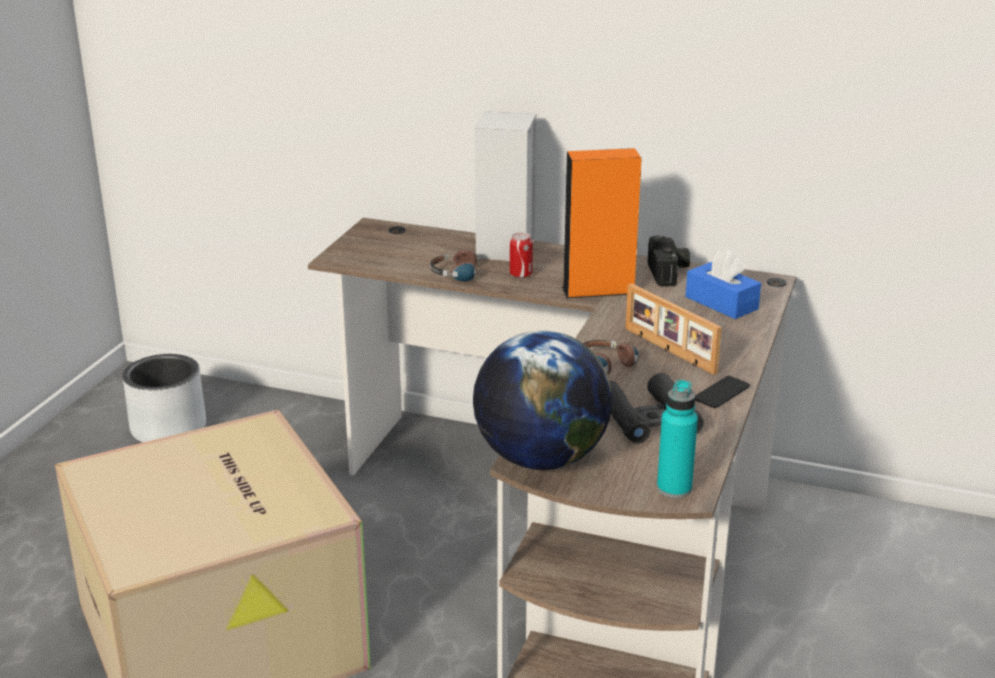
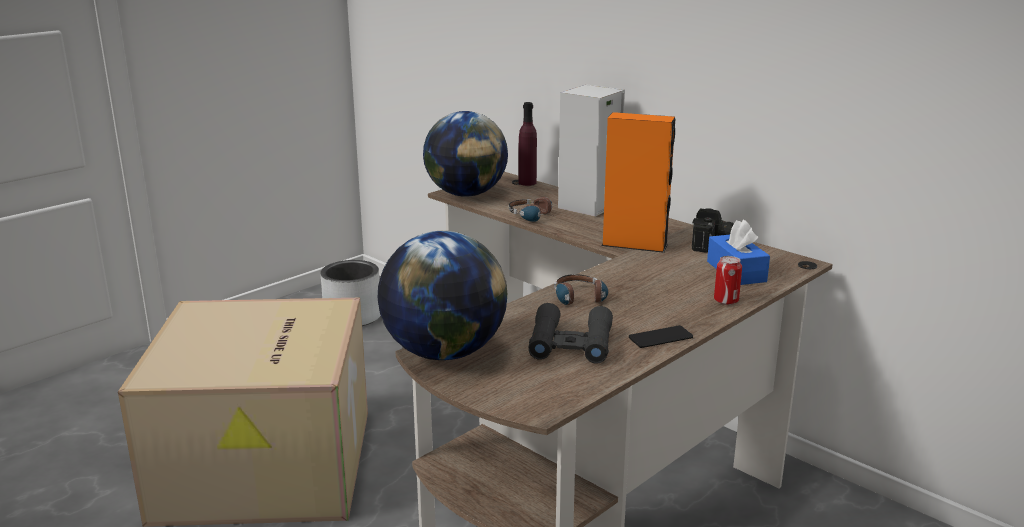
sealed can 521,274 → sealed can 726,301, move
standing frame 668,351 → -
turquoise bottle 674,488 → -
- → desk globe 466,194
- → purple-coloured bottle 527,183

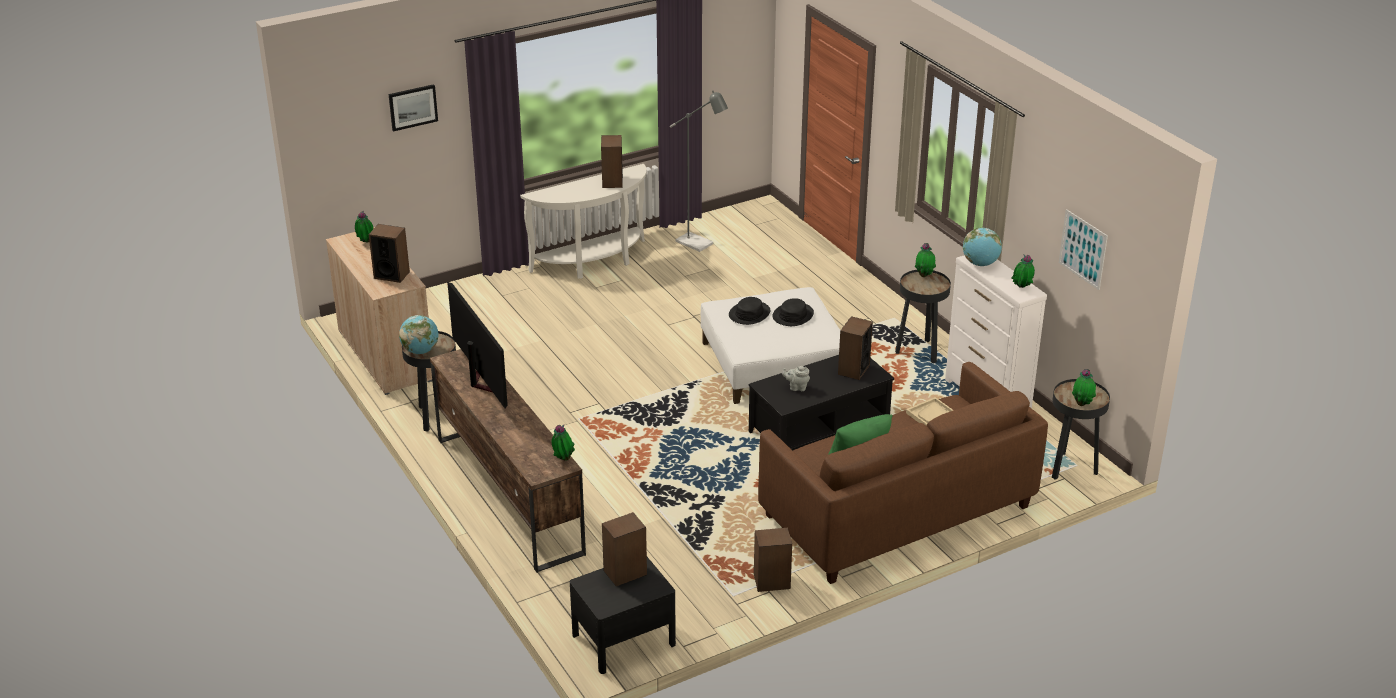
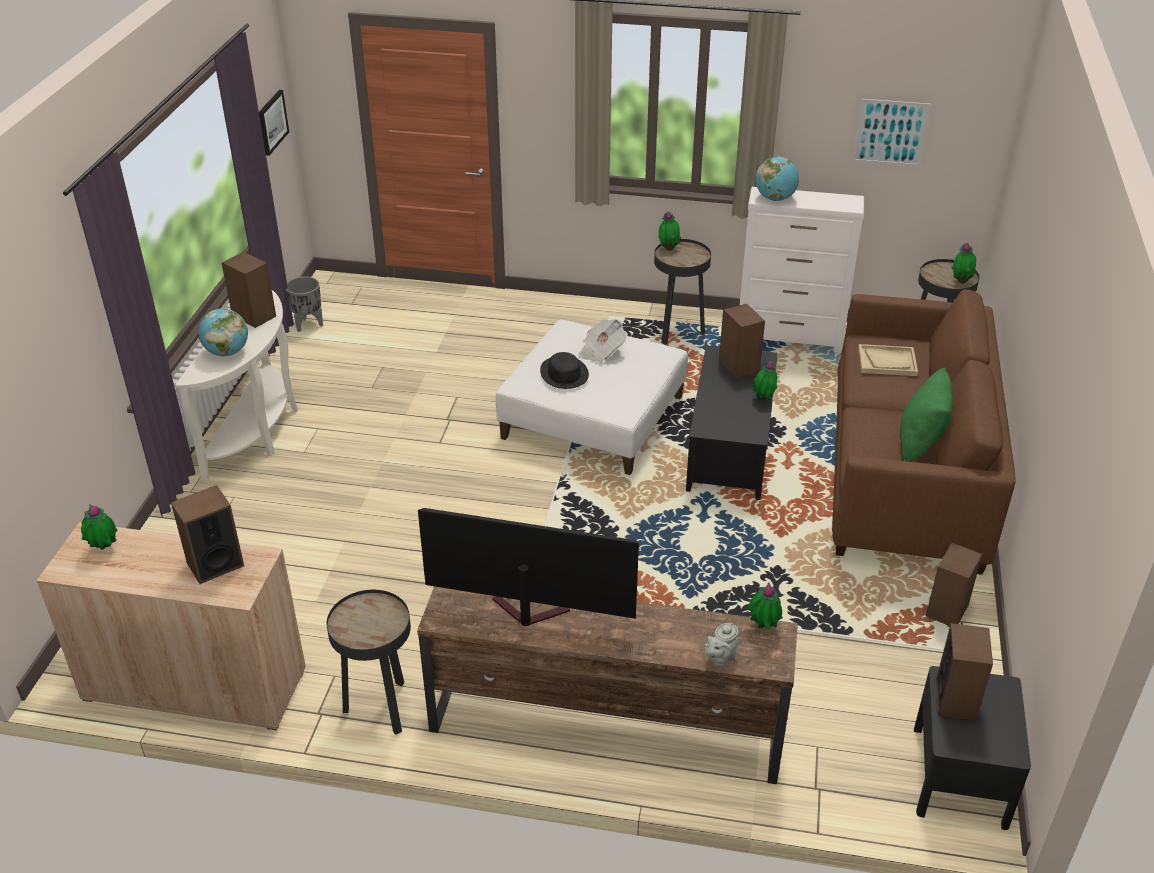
picture 413,107 → picture 272,122, move
desk globe 420,351 → desk globe 227,352, move
greyish standing lamp 699,245 → -
blackish wearable hat 792,315 → daily paper 601,351
greyish pot for tea 796,387 → greyish pot for tea 719,658, move
houseplant 1021,288 → houseplant 763,400, move
- → greyish plant pot 308,325

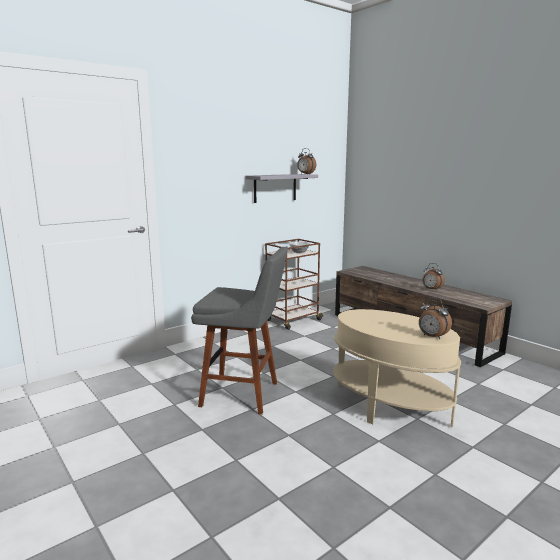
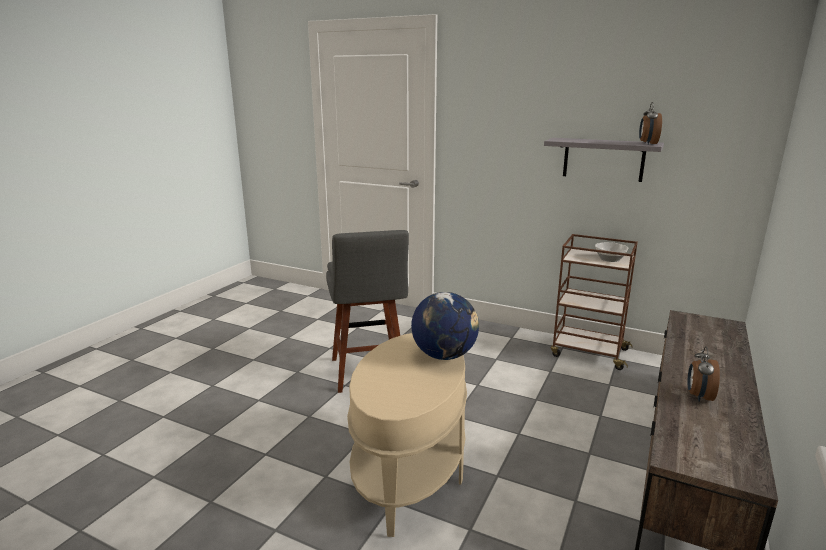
alarm clock 432,337 → -
- → desk globe 444,355

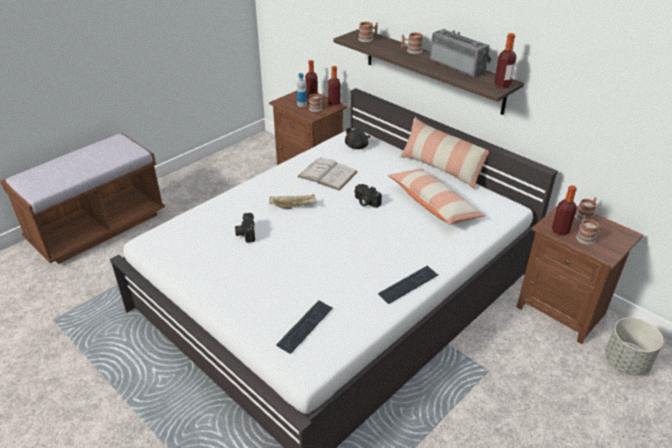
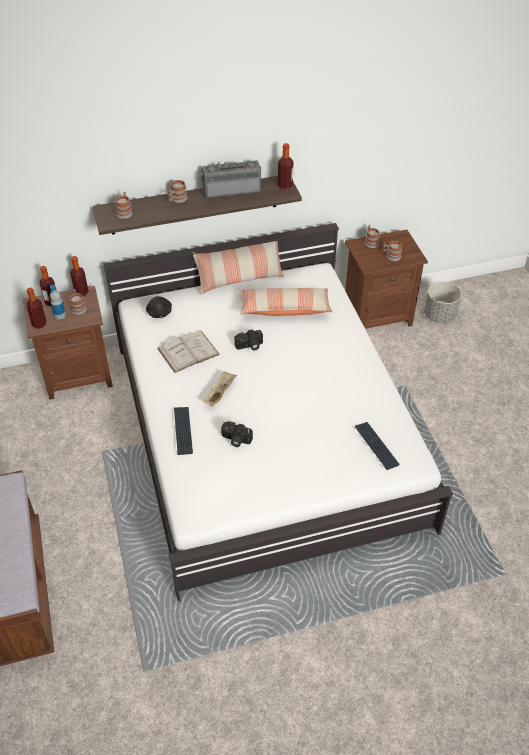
PC keyboard 408,285 → PC keyboard 183,431, move
bottle 560,231 → bottle 39,324, move

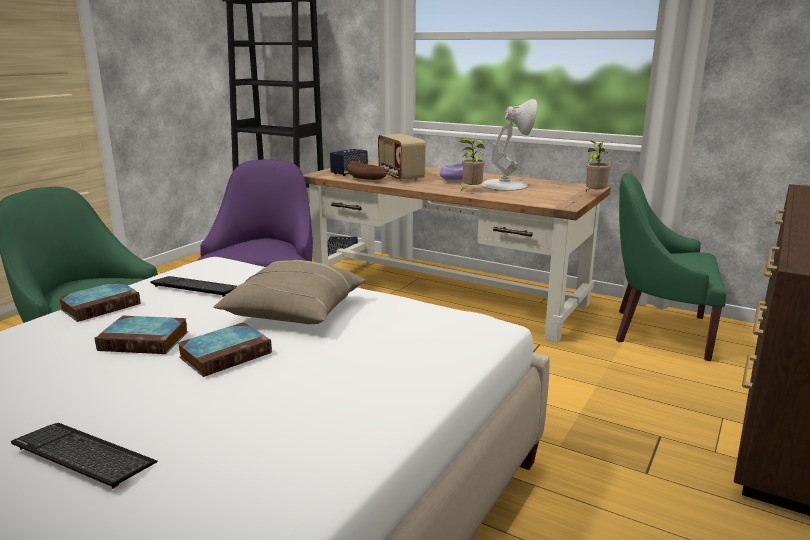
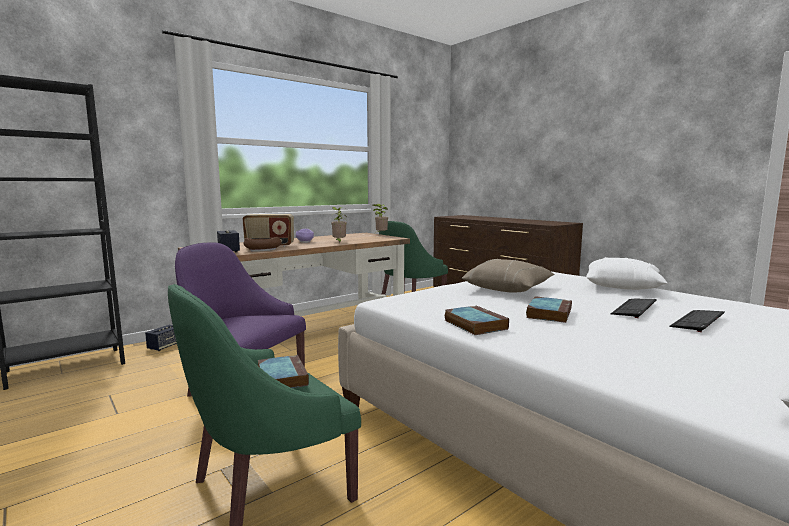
PC keyboard 196,287 → PC keyboard 634,308, move
bound book 226,354 → bound book 281,377, move
whitish table lamp 505,185 → -
- → whitish throw pillow 623,286

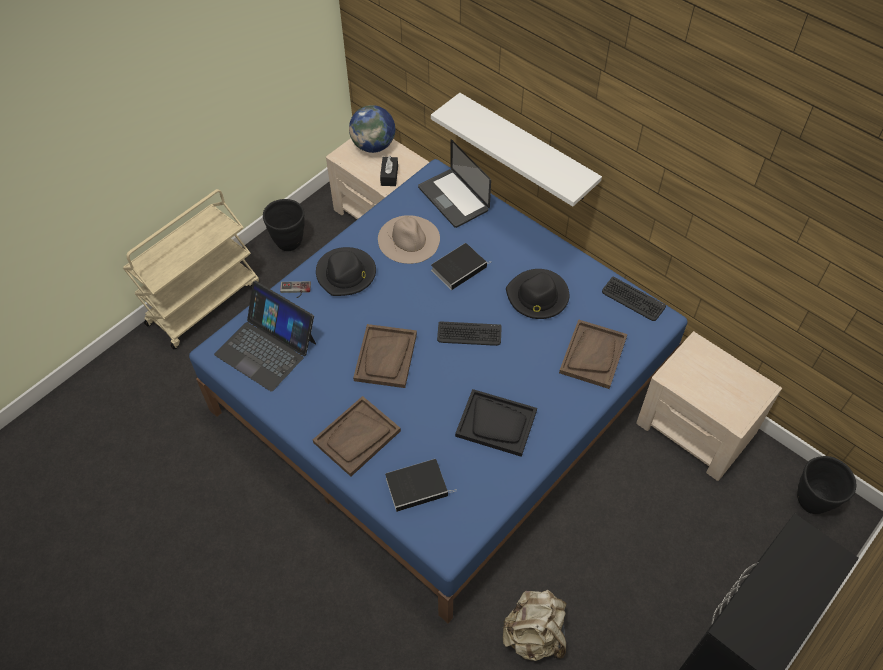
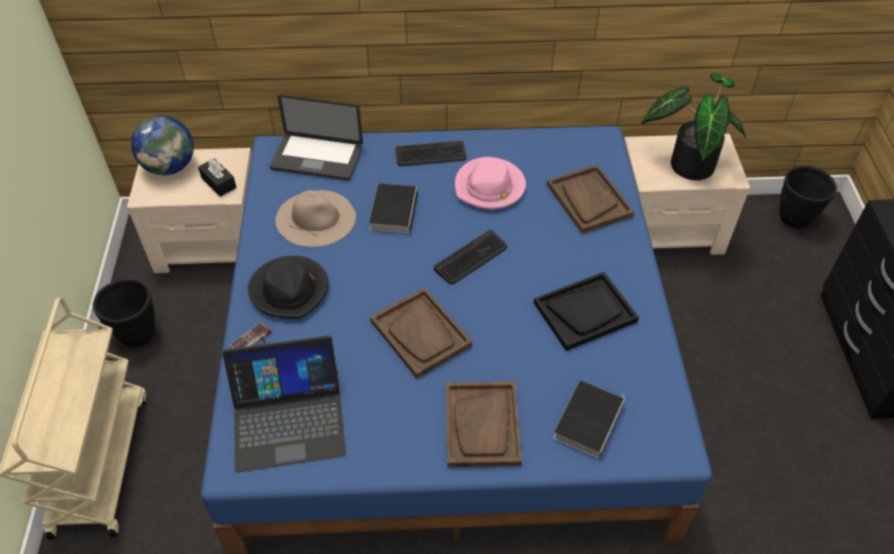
whitish wall shelf 526,148 → -
beige-coloured knapsack 535,634 → -
blackish wearable hat 537,296 → pink wearable hat 490,187
PC keyboard 633,299 → PC keyboard 430,155, move
- → houseplant 687,163

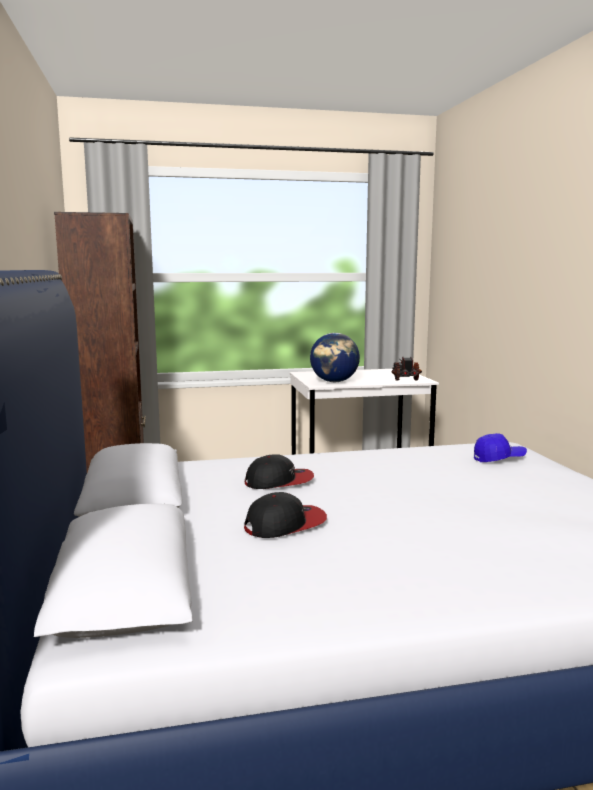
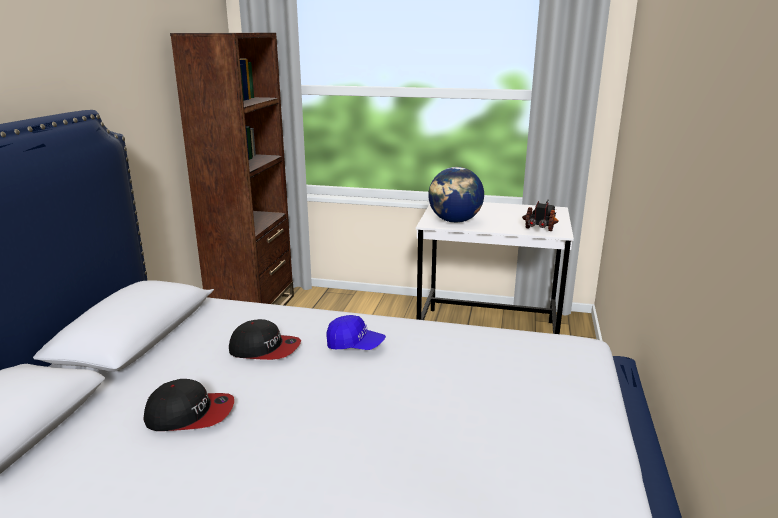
blue peaked cap 498,459 → blue peaked cap 355,345, move

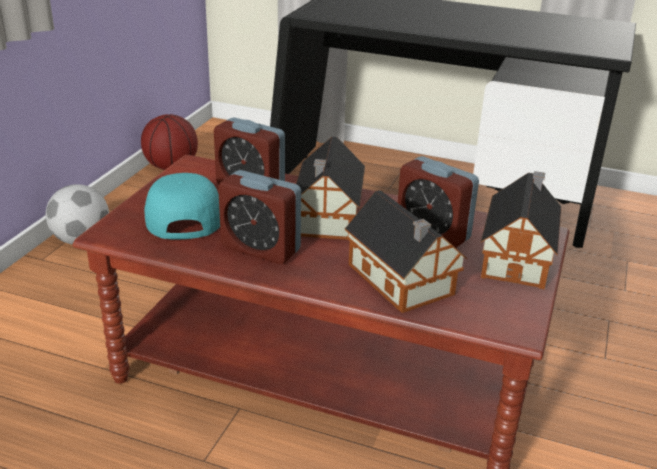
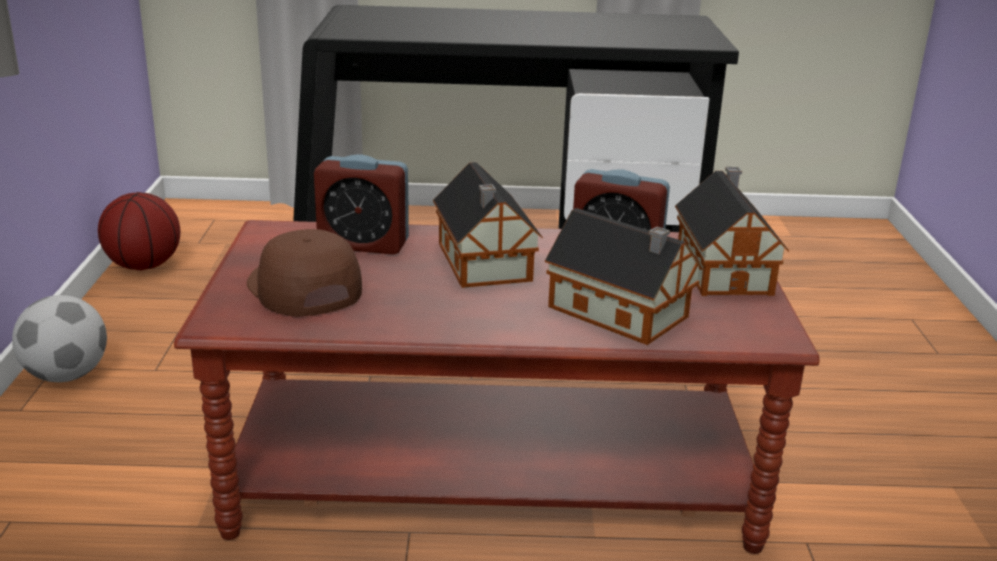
turquoise peaked cap 182,216 → brown peaked cap 302,288
alarm clock 260,249 → -

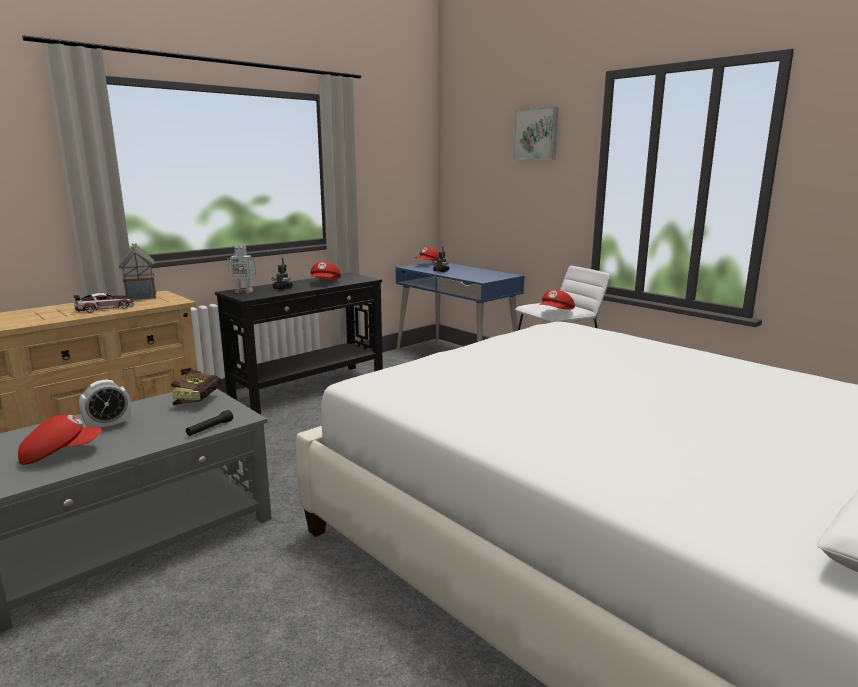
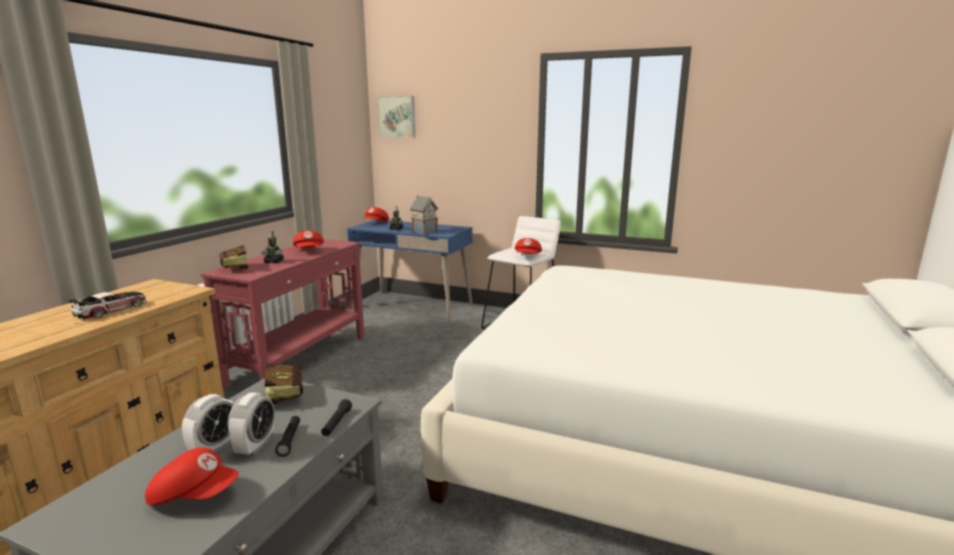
red peaked cap 60,454 → red peaked cap 194,495, 60 degrees clockwise
miniature house 141,297 → miniature house 424,232, move
blackish hall table 310,389 → red hall table 301,359
toy robot 243,291 → bound book 235,270
picture 536,134 → picture 397,117, move
- → alarm clock 255,446
- → blackish flashlight 289,440

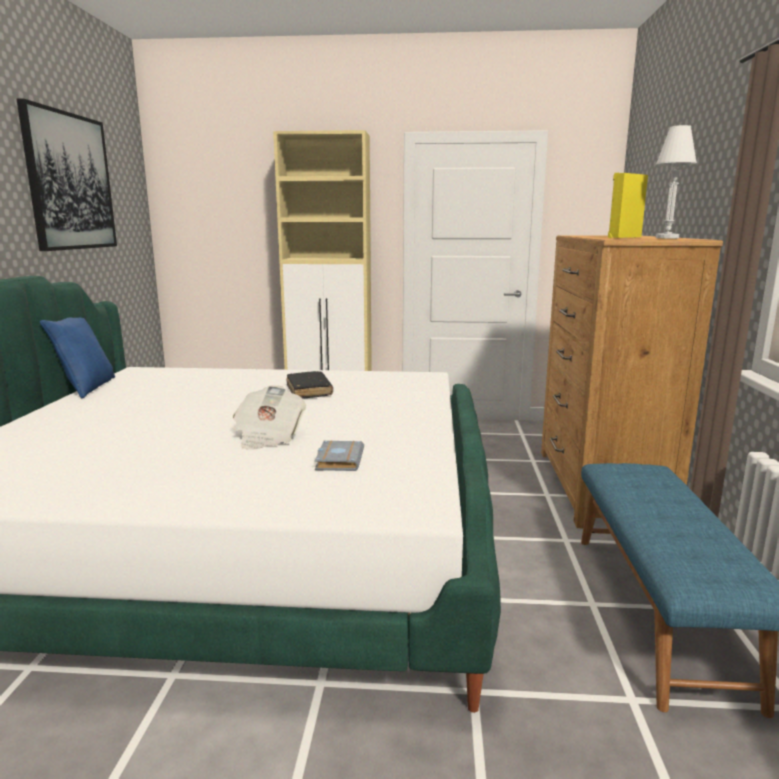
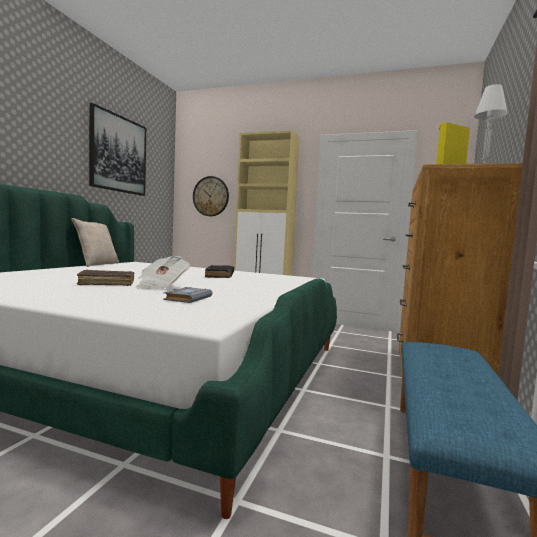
blue throw pillow 86,387 → beige-coloured throw pillow 97,264
- → brown bound book 107,283
- → wall clock 211,196

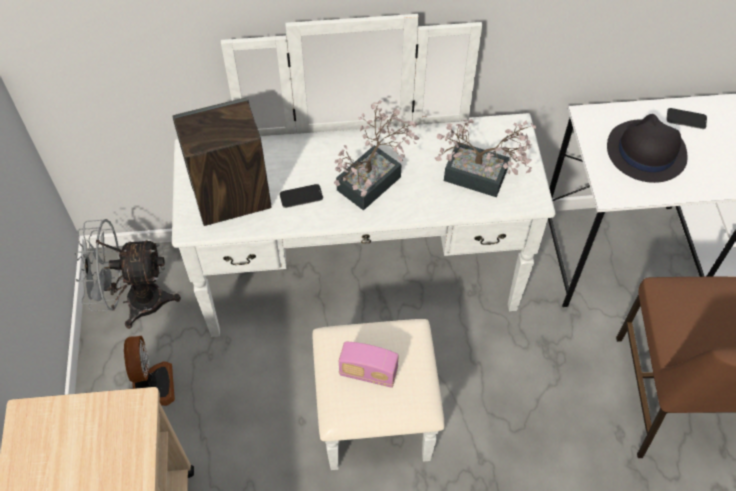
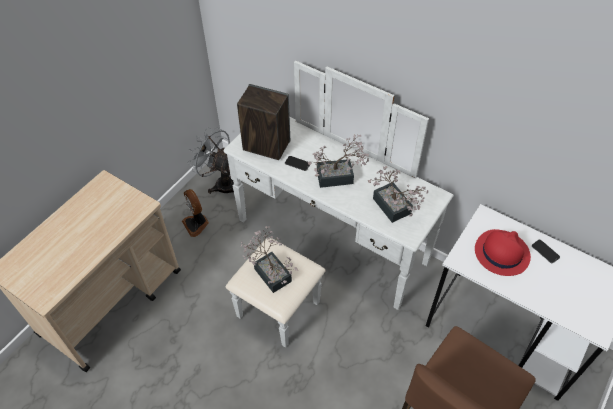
cooling fan 153,385 → cooling fan 196,224, 120 degrees clockwise
radio set 368,373 → houseplant 270,271
blackish wearable hat 645,152 → red wearable hat 501,253

